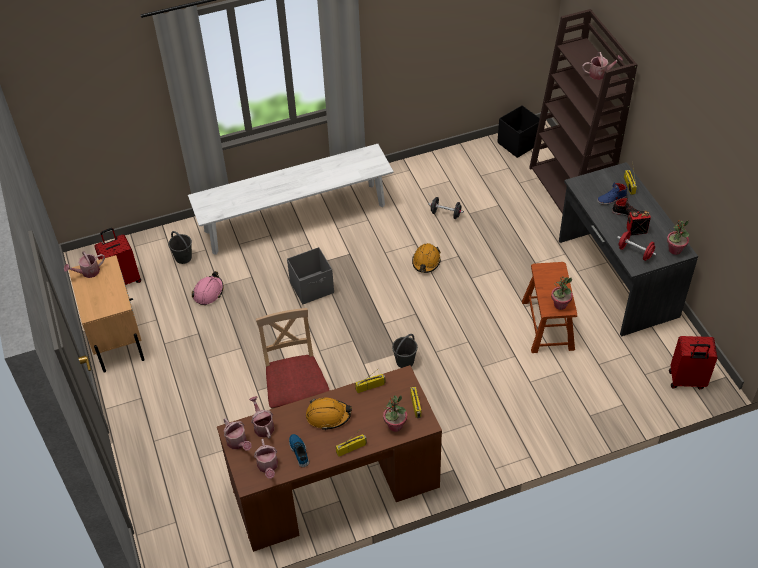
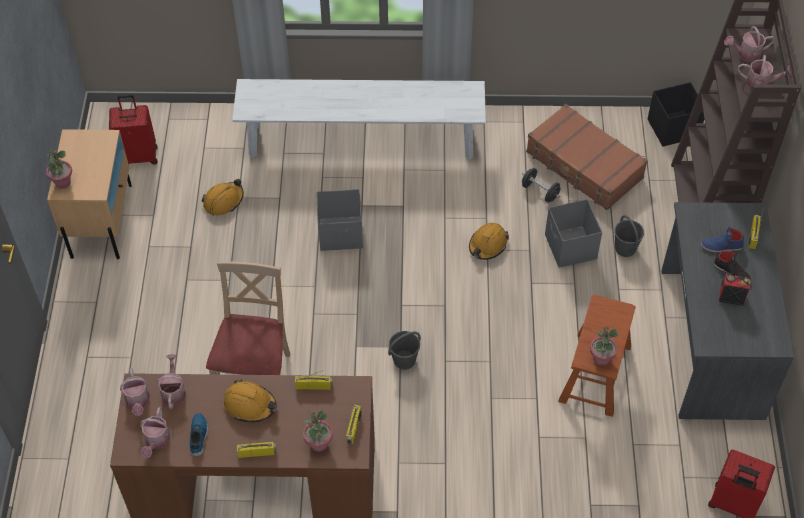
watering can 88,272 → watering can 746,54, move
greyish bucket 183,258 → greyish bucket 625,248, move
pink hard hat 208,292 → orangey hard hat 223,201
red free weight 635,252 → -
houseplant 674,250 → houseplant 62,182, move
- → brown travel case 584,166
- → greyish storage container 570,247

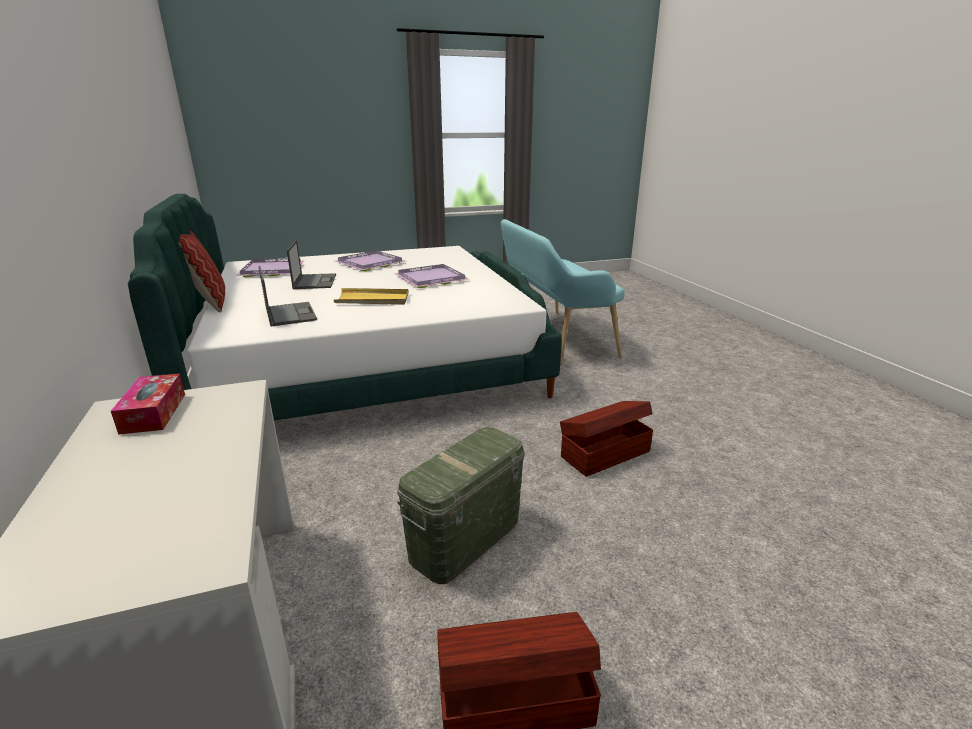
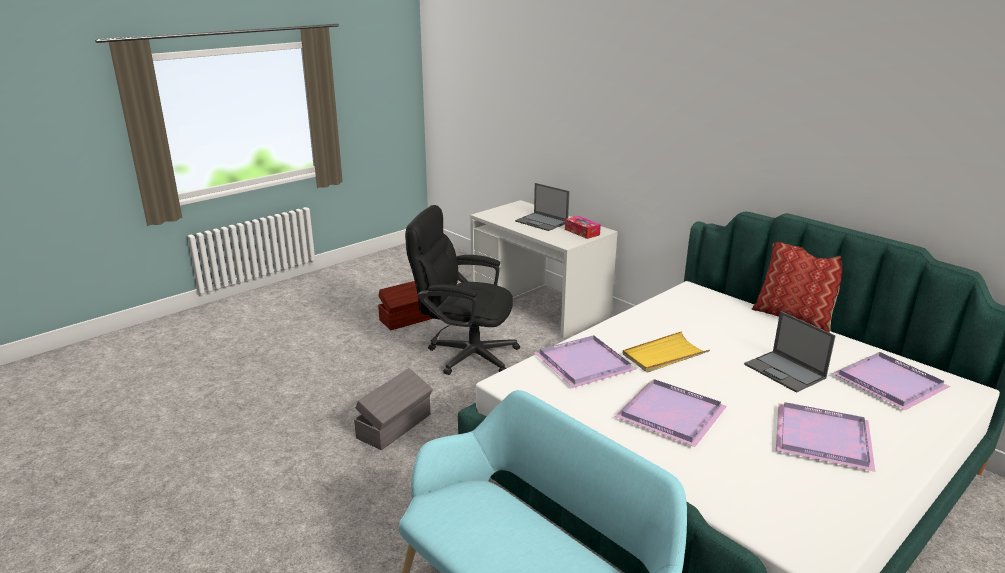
laptop 290,314 → laptop 542,222, move
greenish storage container 465,539 → blackish desk chair 464,354
brown storage container 603,453 → greyish storage container 395,426
- → purple-coloured tray 586,364

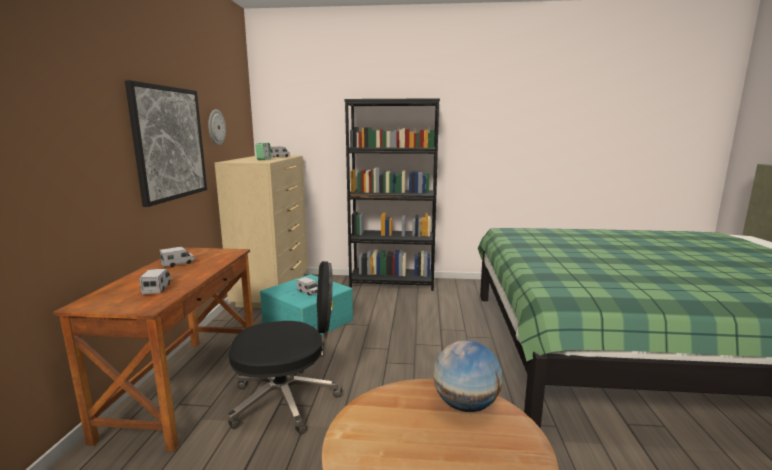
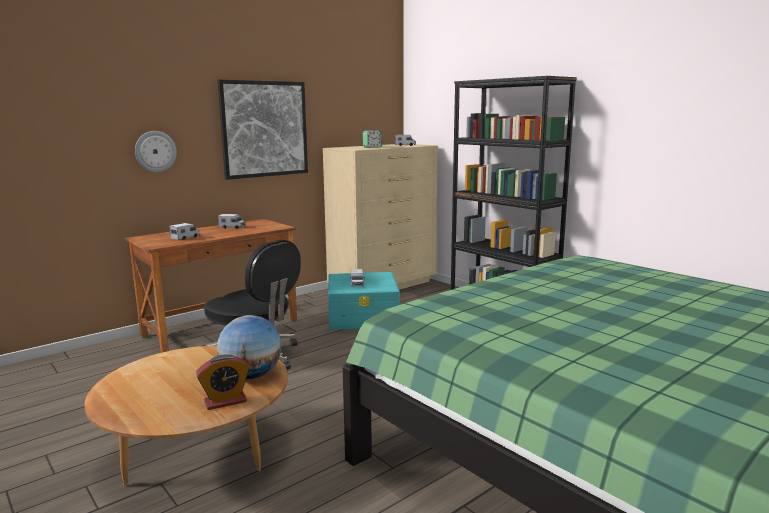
wall clock 216,127 → wall clock 155,151, move
- → alarm clock 225,401

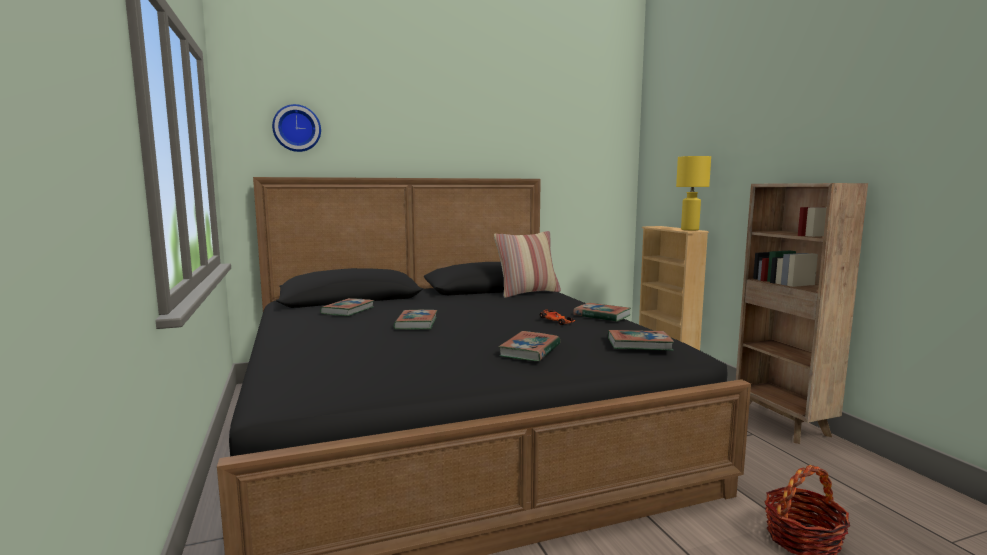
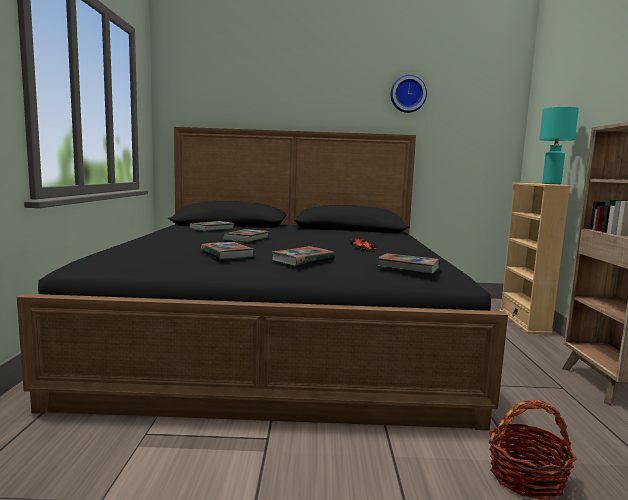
wall clock 297,128 → wall clock 408,94, move
throw pillow 527,293 → -
bound book 601,316 → bound book 227,255, move
yellow-coloured table lamp 689,229 → turquoise table lamp 551,184

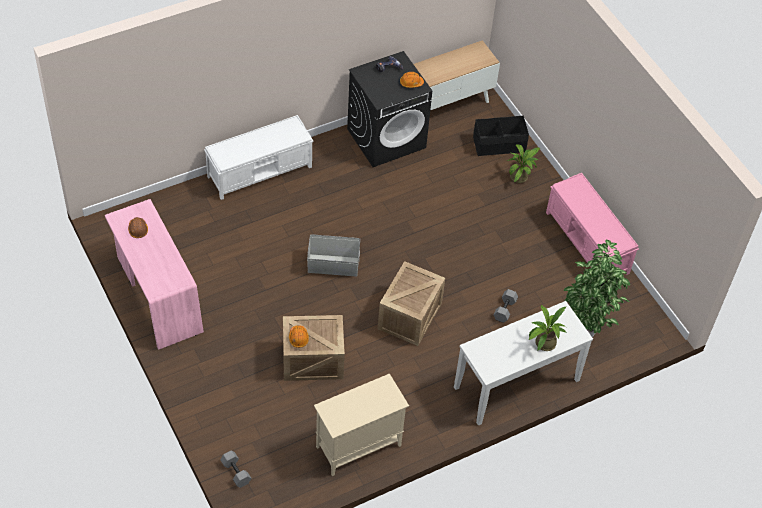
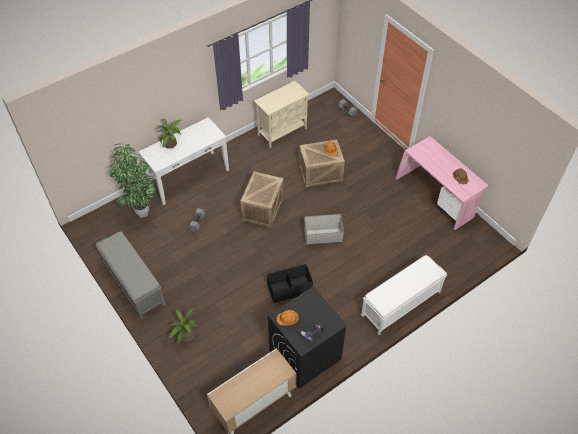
blackish storage container 499,145 → blackish storage container 289,289, move
pink bench 587,243 → greyish bench 133,283

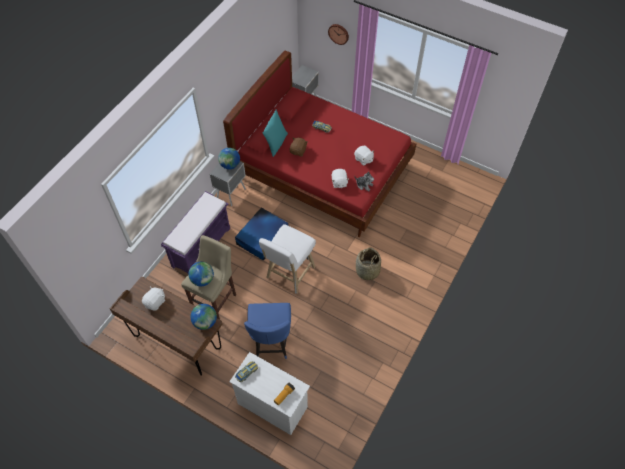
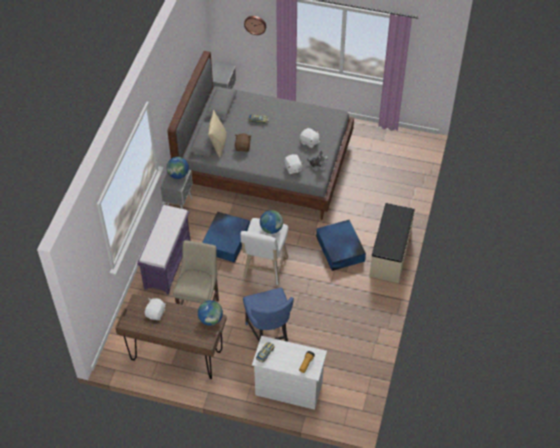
desk globe 202,280 → desk globe 271,229, move
red sleeping bed 323,171 → greyish sleeping bed 265,164
turquoise throw pillow 276,143 → beige-coloured throw pillow 218,144
basket 367,271 → blue storage container 340,249
- → beige-coloured bench 391,253

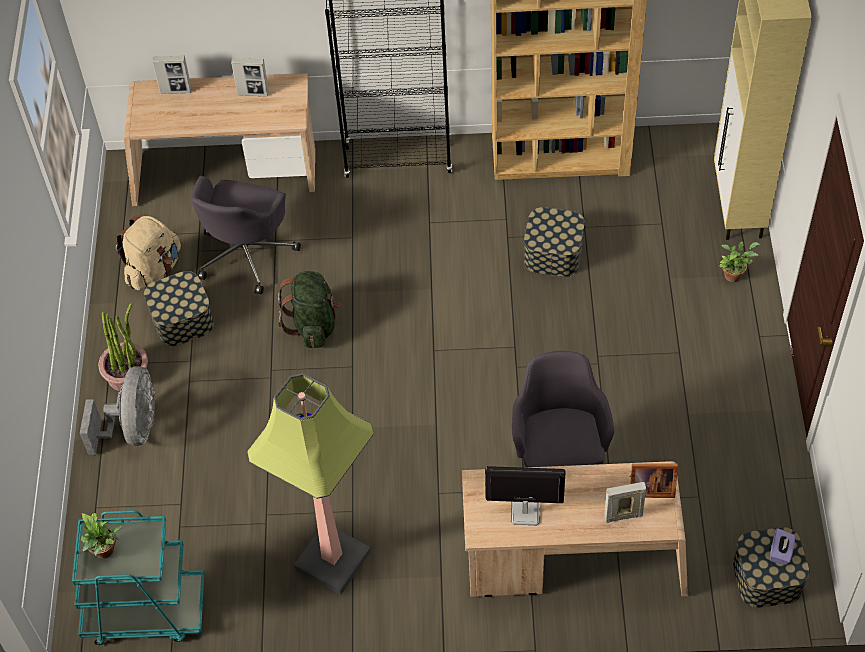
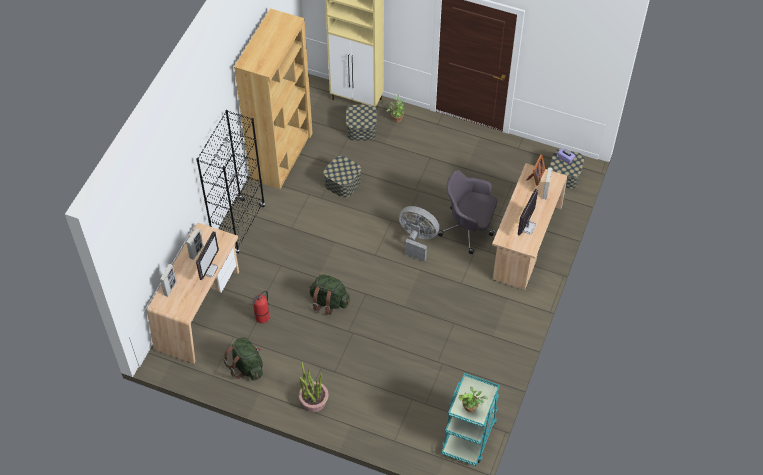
greyish cooling fan 133,428 → greyish cooling fan 417,239, move
beige-coloured knapsack 154,269 → greenish knapsack 247,366
storage container 182,319 → storage container 361,129, move
greyish desk chair 247,253 → extinguisher 262,317
standing lamp 334,560 → -
- → computer screen 208,269

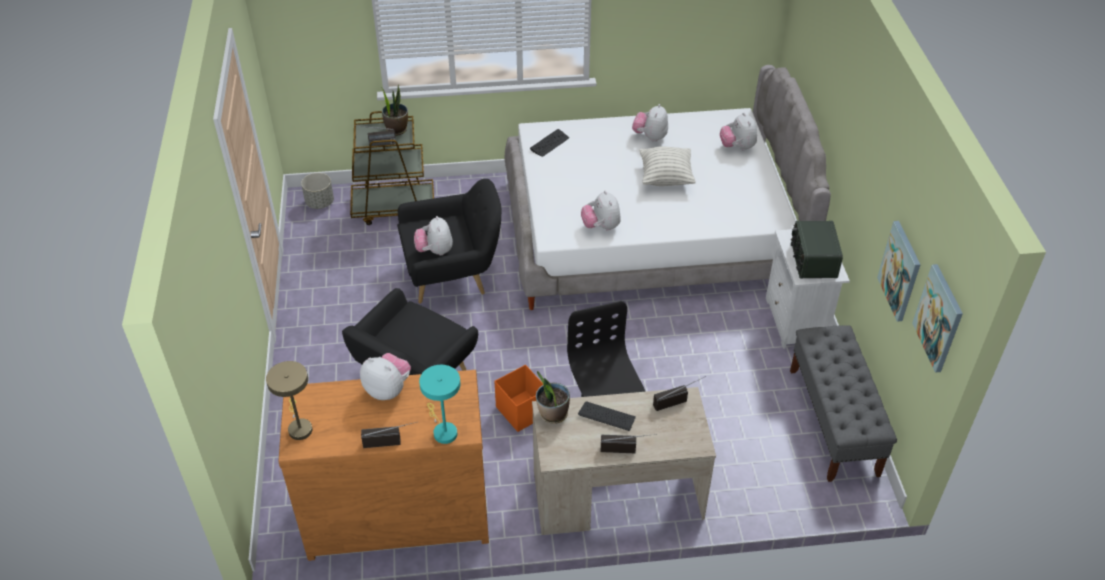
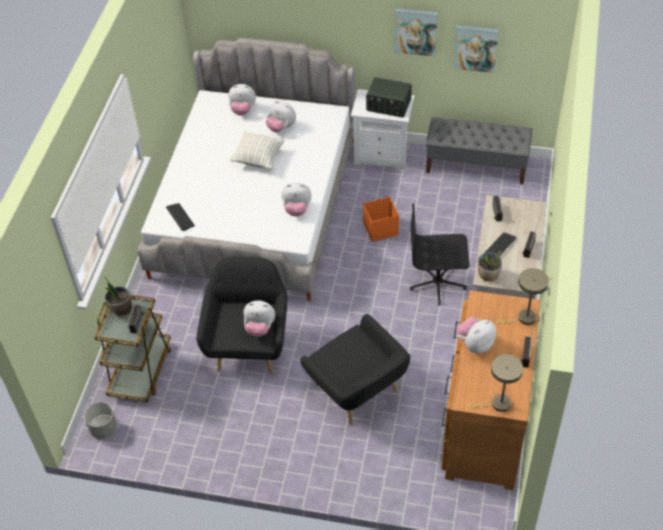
turquoise table lamp 443,431 → beige-coloured table lamp 523,318
orangey storage container 521,410 → orangey storage container 380,229, move
cuddly toy 650,137 → cuddly toy 281,127, move
picture 939,318 → picture 416,31, move

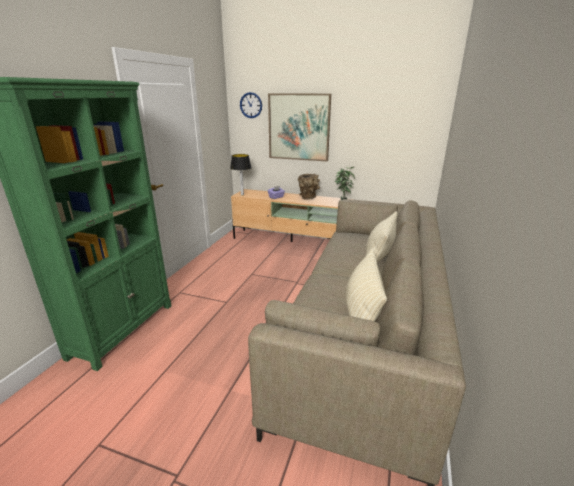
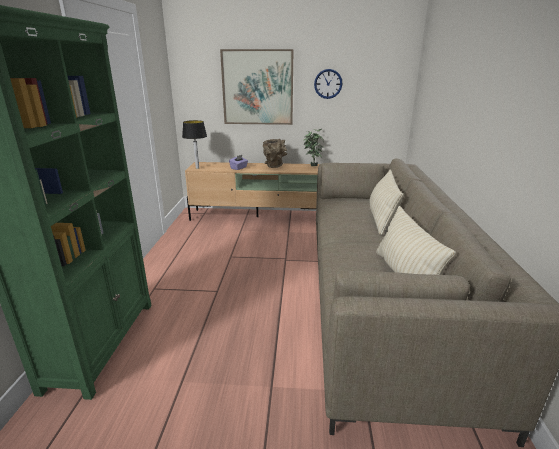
wall clock 251,105 → wall clock 328,84, move

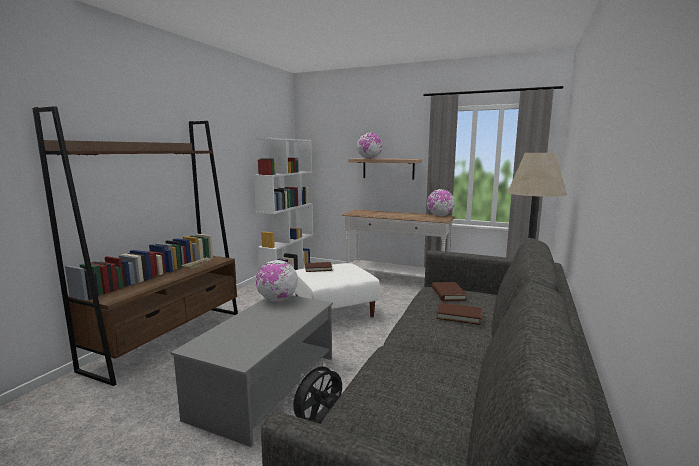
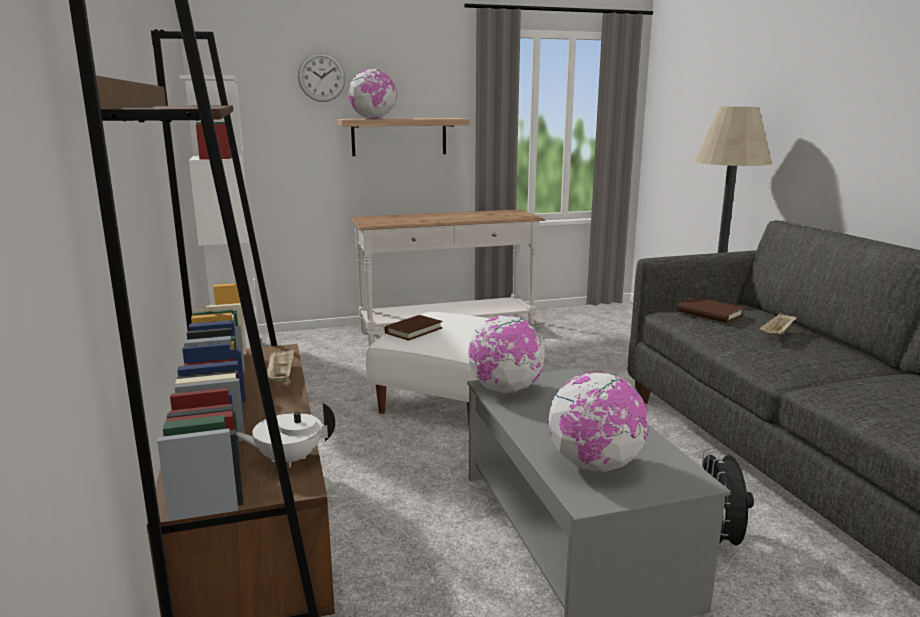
desk globe 440,216 → desk globe 595,465, move
brown bound book 459,316 → beige-coloured tray 777,335
- → whitish pot for tea 288,459
- → wall clock 321,77

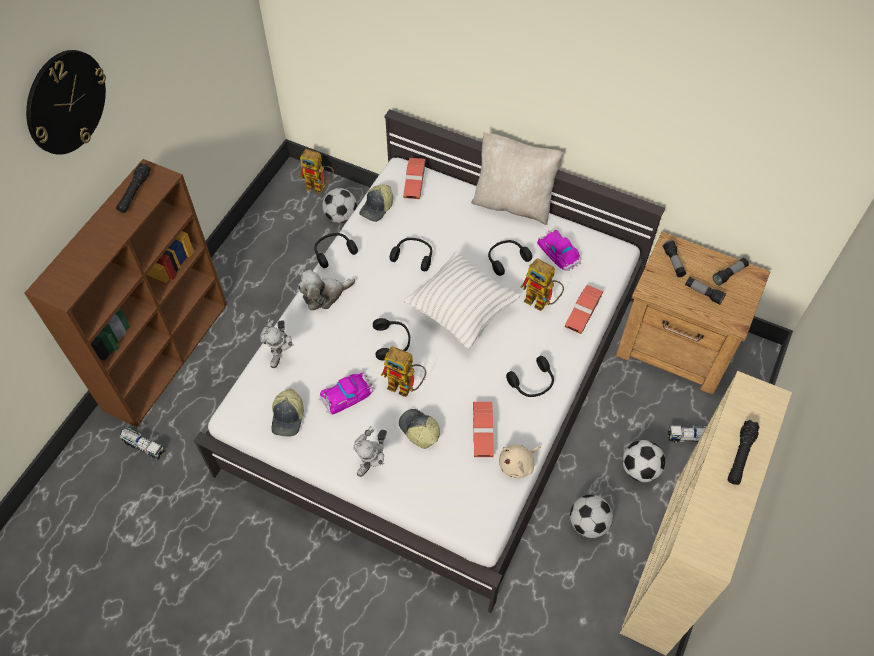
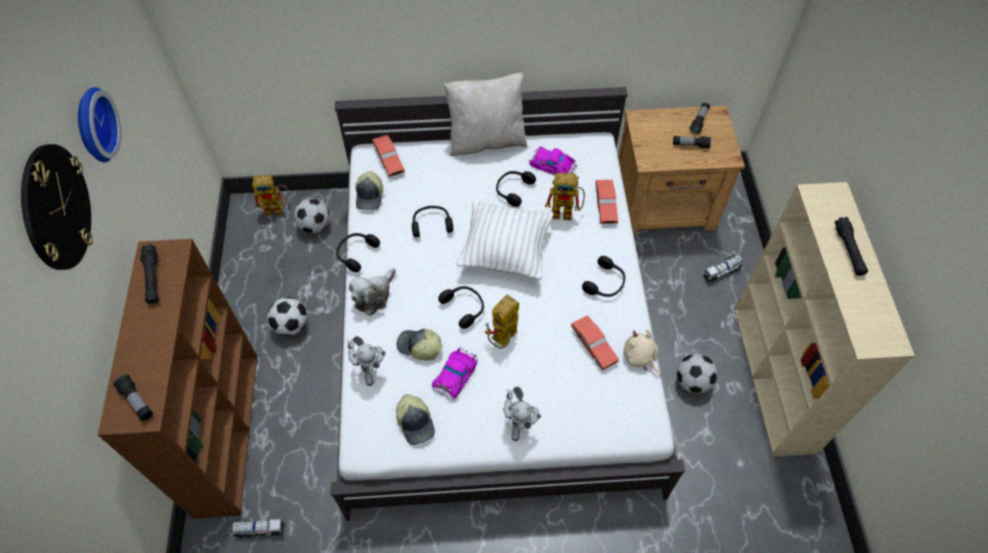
toy robot 406,387 → toy robot 502,340, 135 degrees clockwise
peaked cap 419,431 → peaked cap 419,347, move
beige-coloured cuddly toy 518,464 → beige-coloured cuddly toy 640,357, 120 degrees clockwise
football ball 640,469 → football ball 291,326, move
flashlight 673,263 → flashlight 137,401, move
- → wall clock 92,125

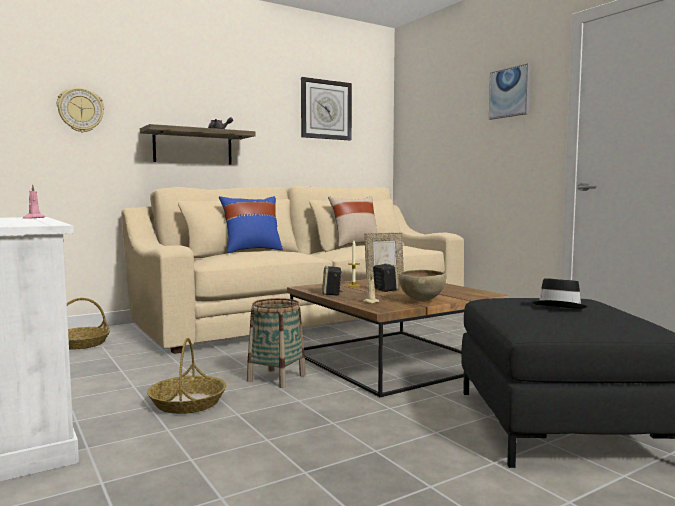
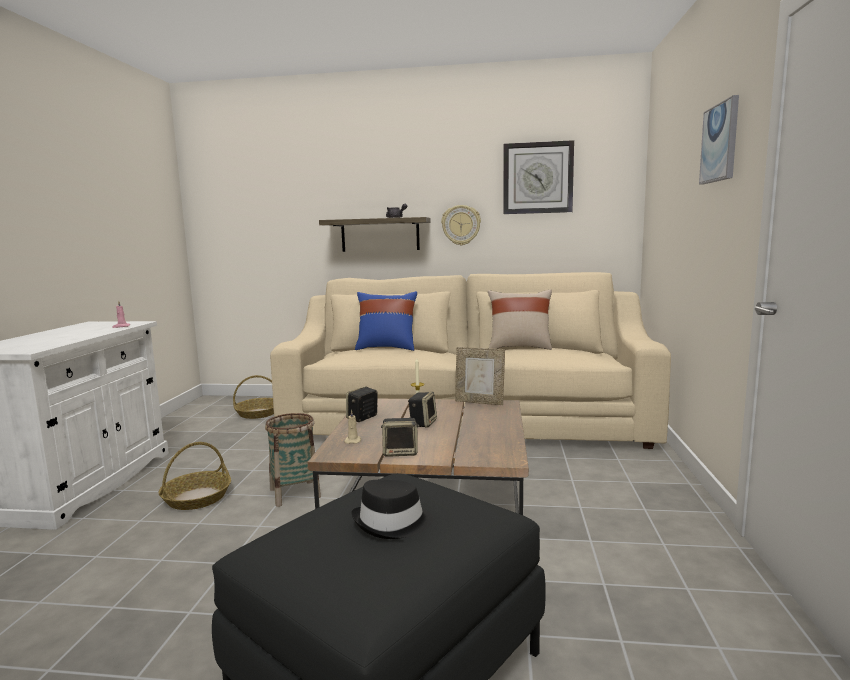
wall clock 80,110 → wall clock 461,225, move
brown serving bowl 421,301 → loudspeaker 400,452

